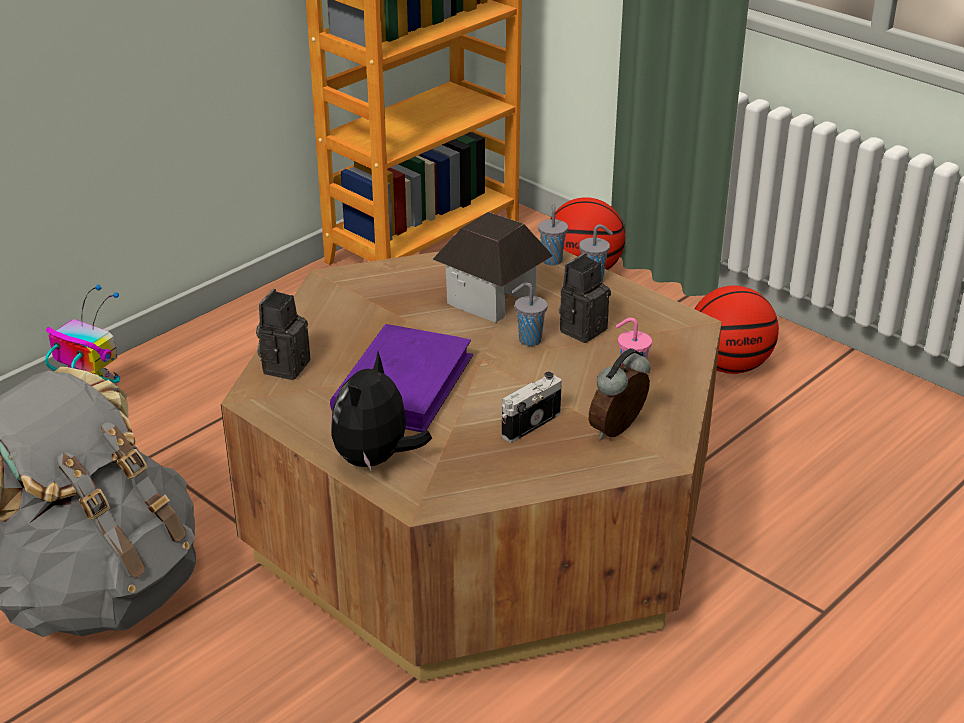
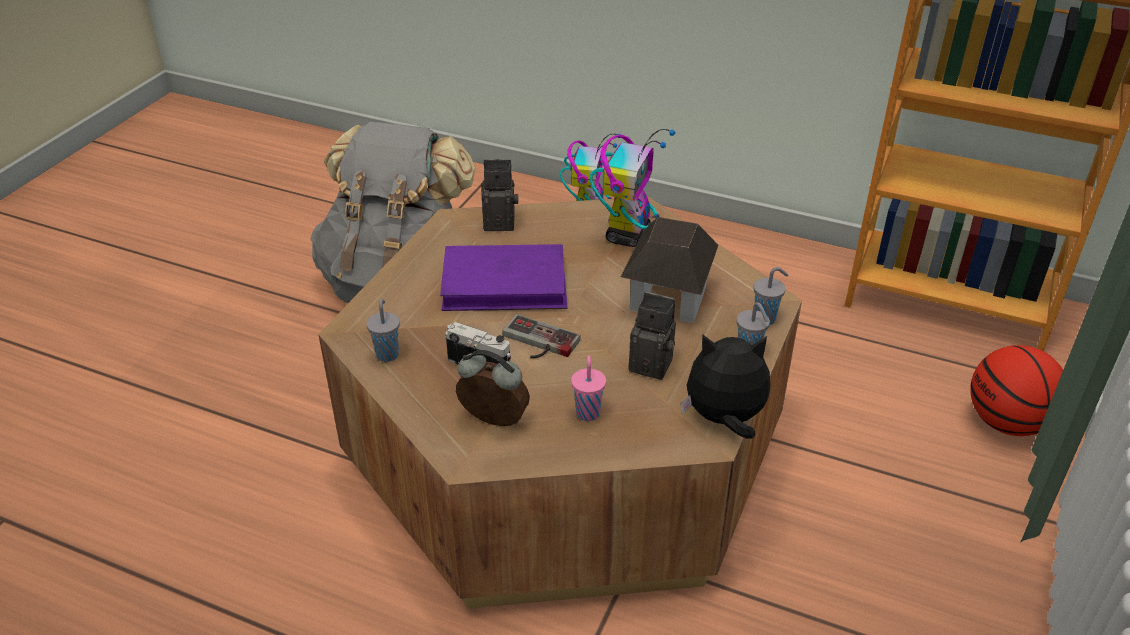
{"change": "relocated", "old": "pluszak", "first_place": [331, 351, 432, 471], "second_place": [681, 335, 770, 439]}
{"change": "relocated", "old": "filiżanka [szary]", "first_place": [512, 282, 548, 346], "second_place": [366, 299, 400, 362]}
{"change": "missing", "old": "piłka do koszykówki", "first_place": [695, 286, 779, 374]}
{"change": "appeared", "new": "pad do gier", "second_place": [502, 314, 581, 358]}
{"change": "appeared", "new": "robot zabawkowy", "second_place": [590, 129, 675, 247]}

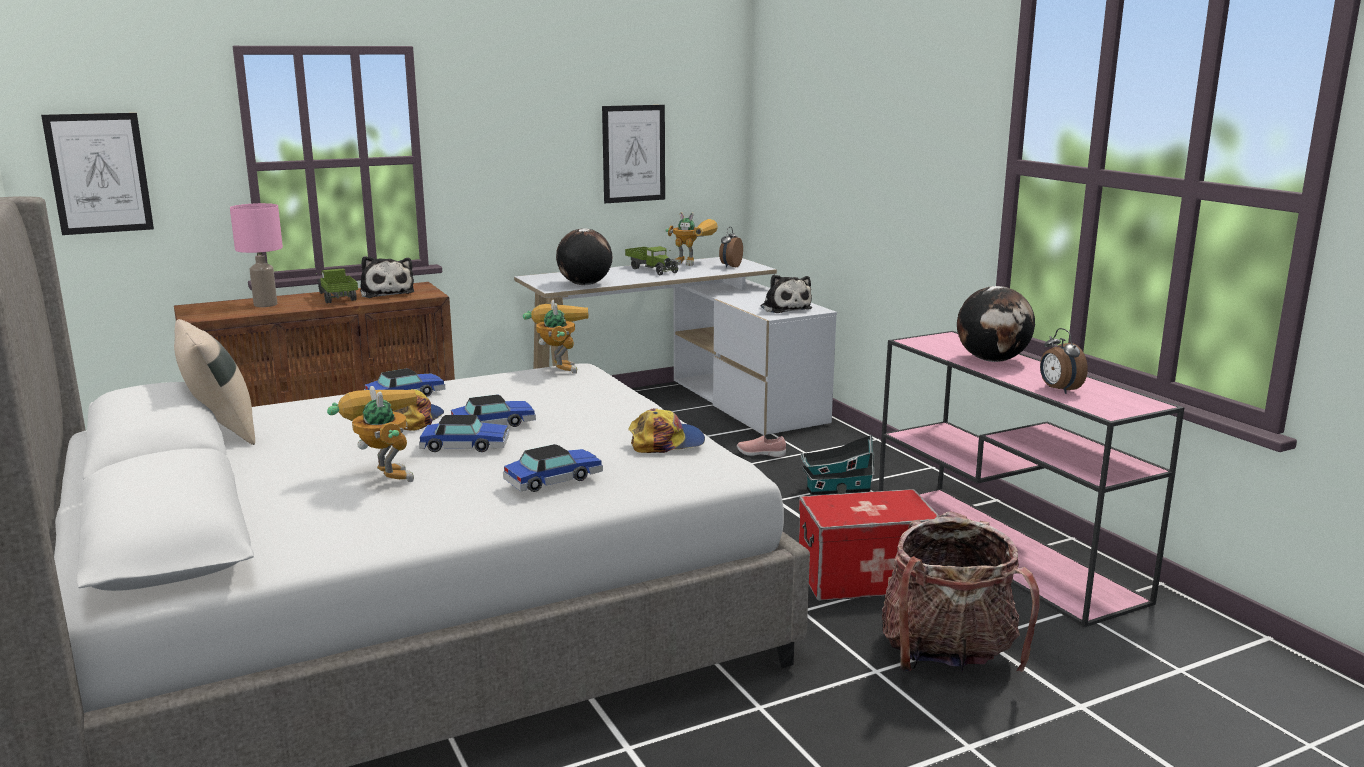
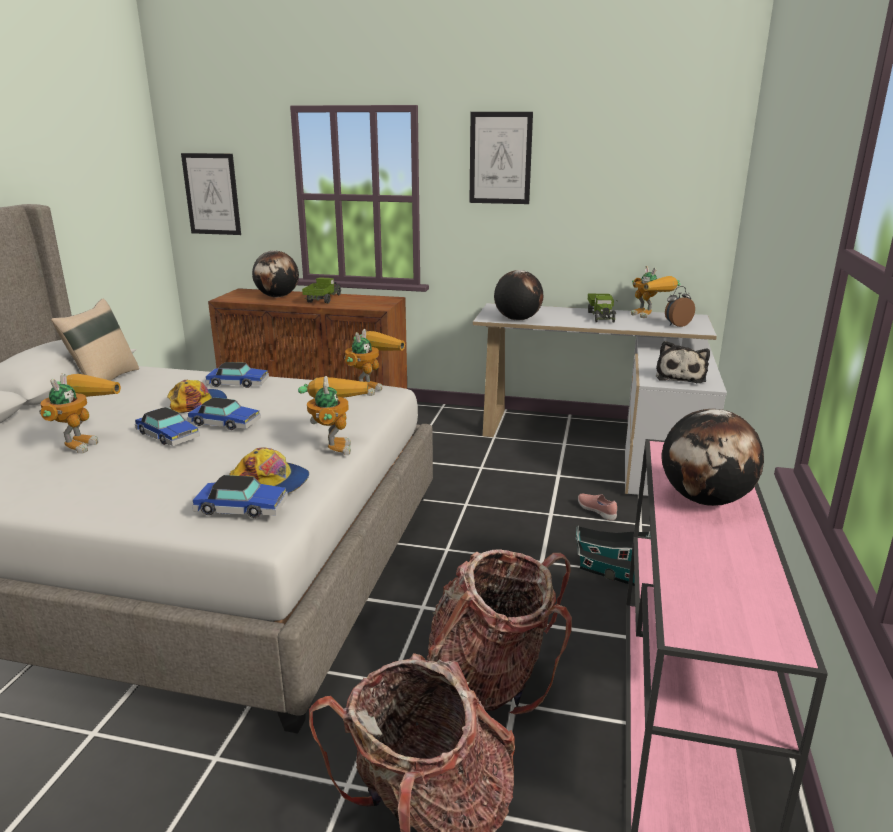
{"change": "exchanged", "old": "lampa stołowa [różowy]", "new": "globus", "first_place": [230, 203, 283, 307], "second_place": [252, 250, 299, 297]}
{"change": "missing", "old": "pluszak", "first_place": [360, 256, 415, 298]}
{"change": "relocated", "old": "samochodzik", "first_place": [503, 444, 603, 492], "second_place": [192, 475, 288, 518]}
{"change": "relocated", "old": "obraz", "first_place": [602, 105, 665, 203], "second_place": [470, 112, 533, 204]}
{"change": "exchanged", "old": "pojemnik do przechowywania", "new": "plecak", "first_place": [799, 489, 938, 601], "second_place": [427, 549, 572, 716]}
{"change": "missing", "old": "budzik", "first_place": [1040, 328, 1088, 394]}
{"change": "appeared", "new": "robot zabawkowy", "second_place": [298, 376, 368, 455]}

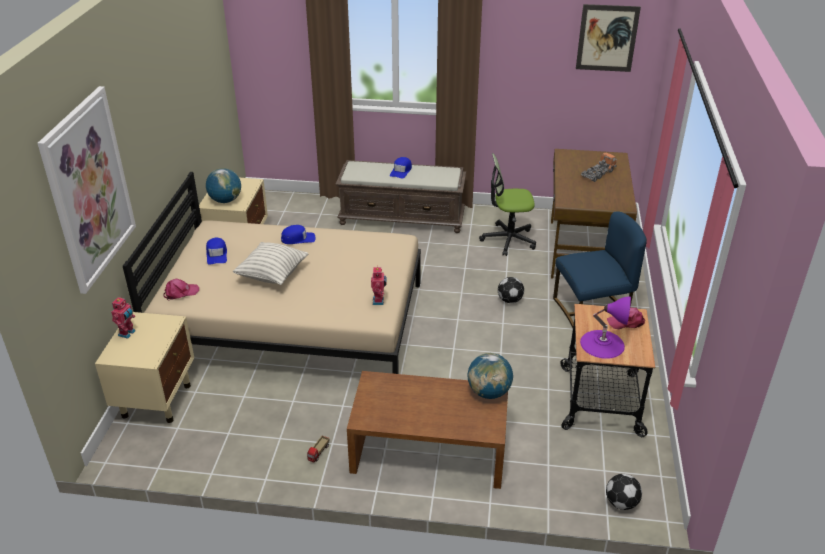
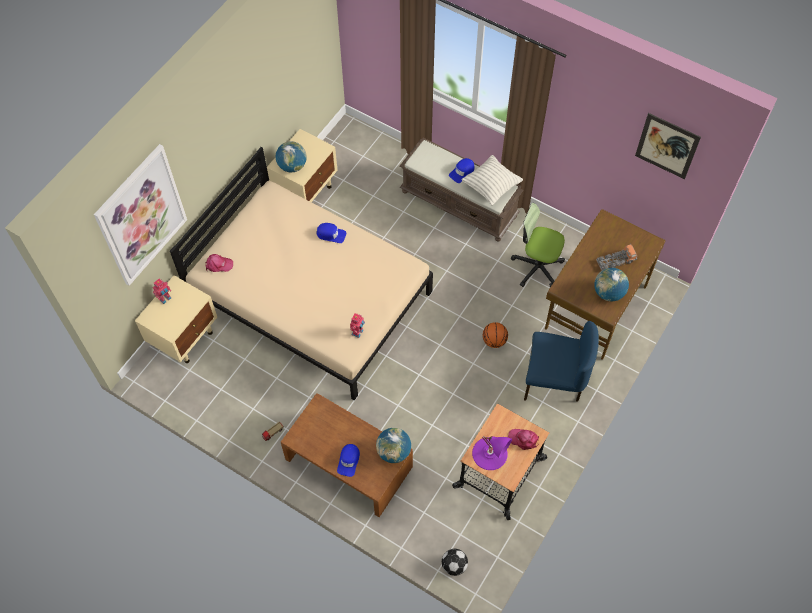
{"change": "relocated", "old": "czapka z daszkiem [niebieski]", "first_place": [206, 238, 227, 265], "second_place": [337, 444, 360, 477]}
{"change": "relocated", "old": "poduszka", "first_place": [233, 242, 308, 285], "second_place": [461, 155, 523, 206]}
{"change": "exchanged", "old": "piłka futbolowa", "new": "piłka do koszykówki", "first_place": [498, 277, 524, 303], "second_place": [483, 322, 508, 348]}
{"change": "appeared", "new": "globus", "second_place": [594, 268, 629, 302]}

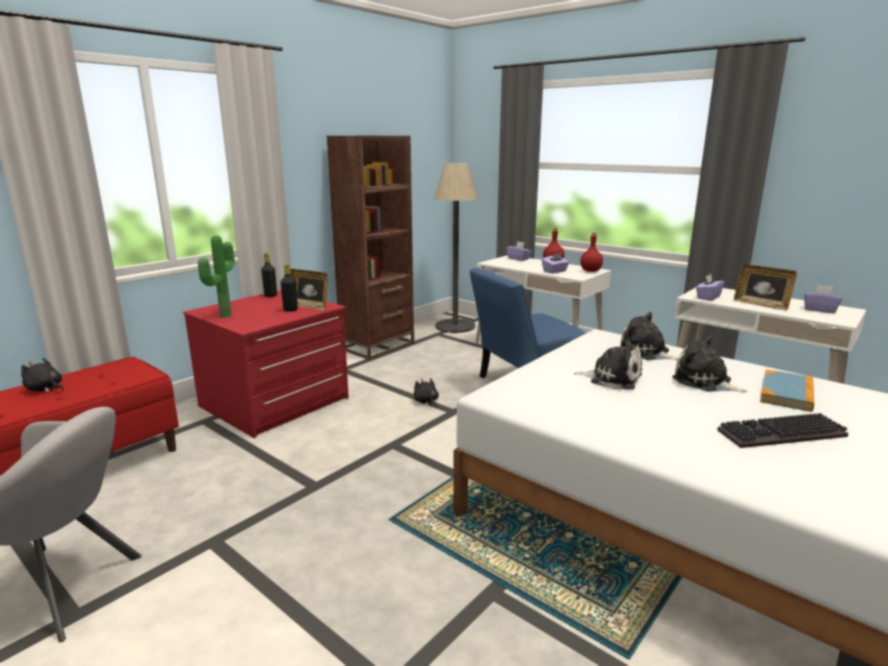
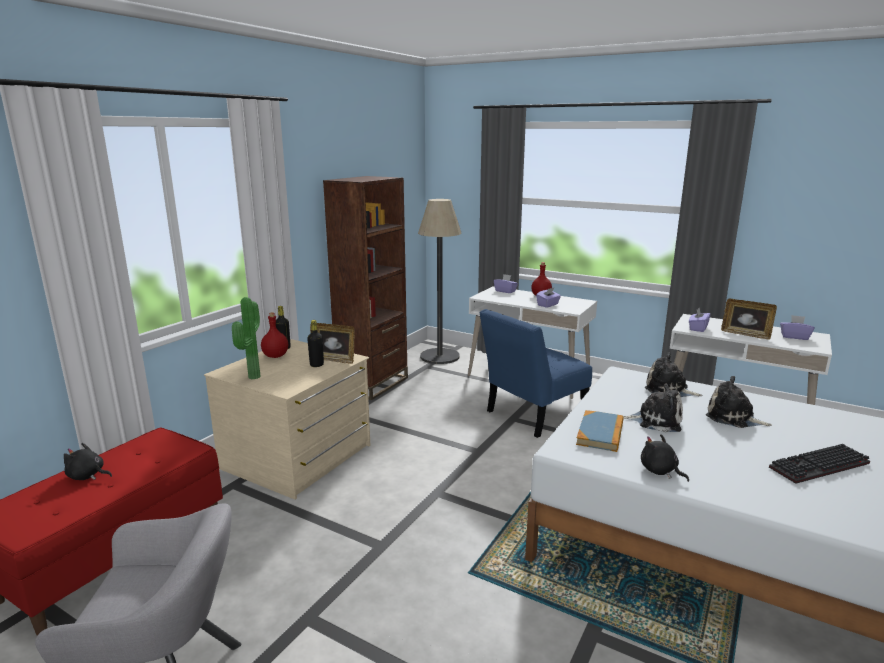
{"change": "colour", "old": "komoda [czerwony]", "new": "komoda [beżowy]", "first_place": [183, 290, 349, 438], "second_place": [204, 339, 371, 500]}
{"change": "relocated", "old": "pluszak [czarny]", "first_place": [414, 378, 439, 408], "second_place": [641, 434, 689, 482]}
{"change": "relocated", "old": "butelka [czerwony]", "first_place": [580, 233, 603, 272], "second_place": [261, 312, 288, 358]}
{"change": "relocated", "old": "książka", "first_place": [760, 370, 814, 412], "second_place": [576, 410, 623, 452]}

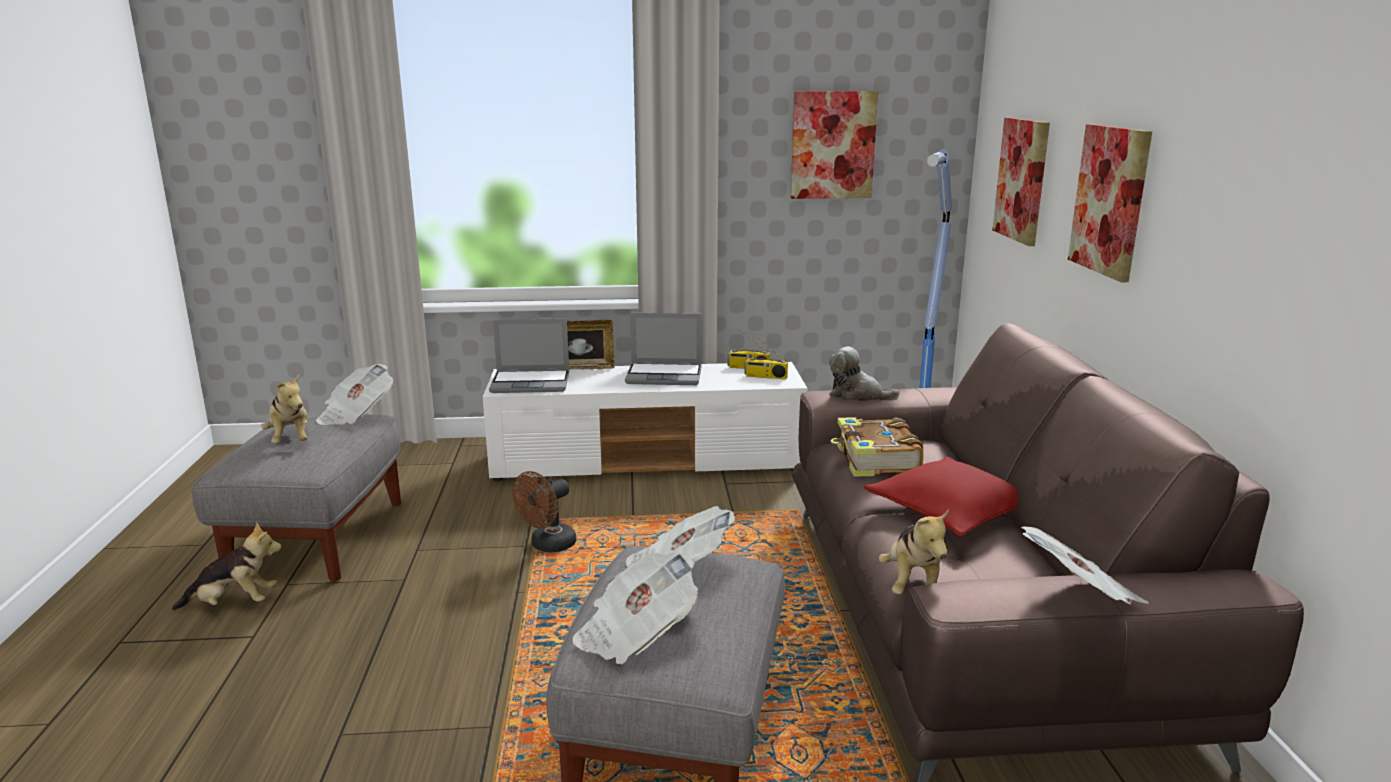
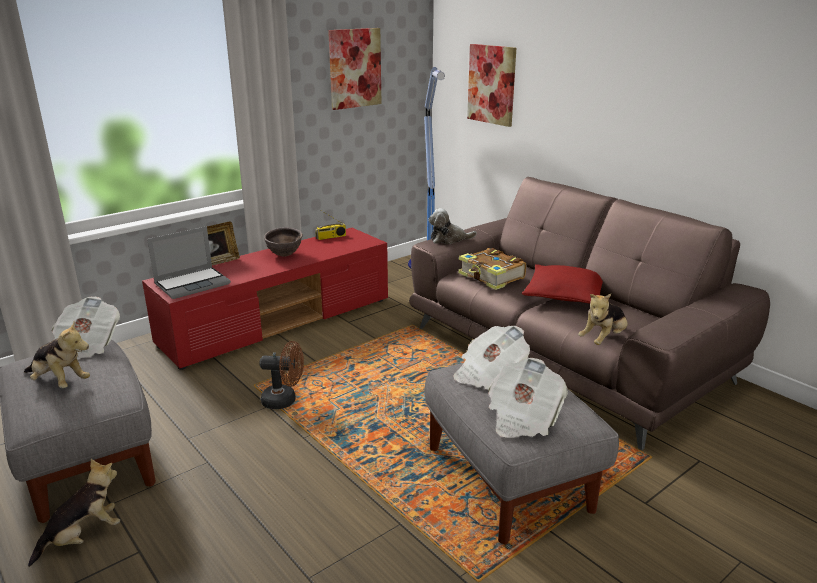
{"change": "colour", "old": "szafka pod telewizor [biały]", "new": "szafka pod telewizor [czerwony]", "first_place": [483, 362, 807, 481], "second_place": [142, 228, 388, 370]}
{"change": "spun", "old": "wentylator [brązowy]", "first_place": [513, 471, 577, 552], "second_place": [260, 341, 304, 409], "degrees": -90}
{"change": "exchanged", "old": "laptop", "new": "miska [brązowy]", "first_place": [625, 313, 702, 385], "second_place": [264, 227, 303, 257]}
{"change": "missing", "old": "radio", "first_place": [744, 336, 788, 380]}
{"change": "spun", "old": "pluszak", "first_place": [879, 509, 949, 594], "second_place": [578, 294, 628, 345], "degrees": 75}
{"change": "missing", "old": "gazeta", "first_place": [1021, 526, 1149, 605]}
{"change": "missing", "old": "obraz", "first_place": [1068, 124, 1152, 282]}

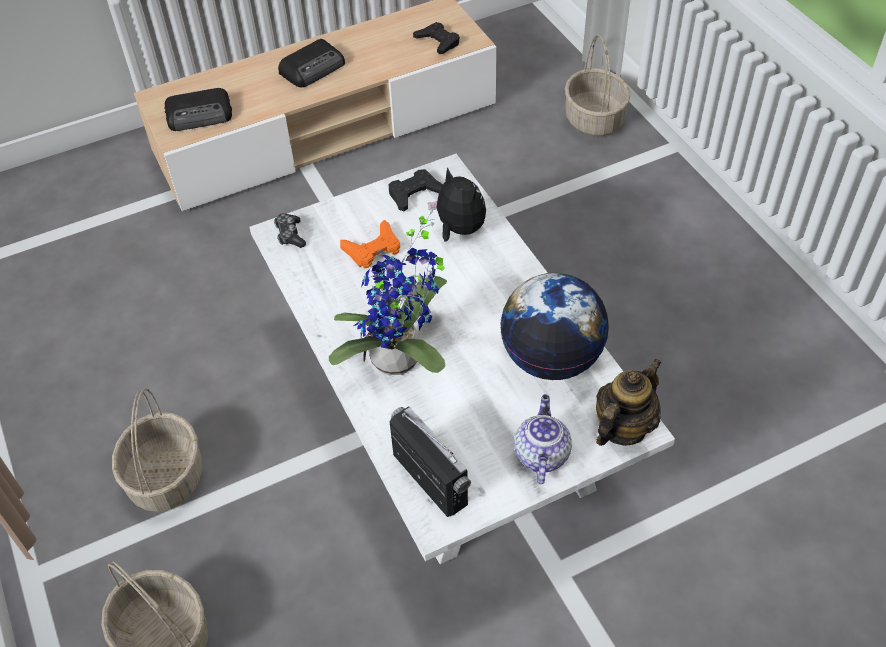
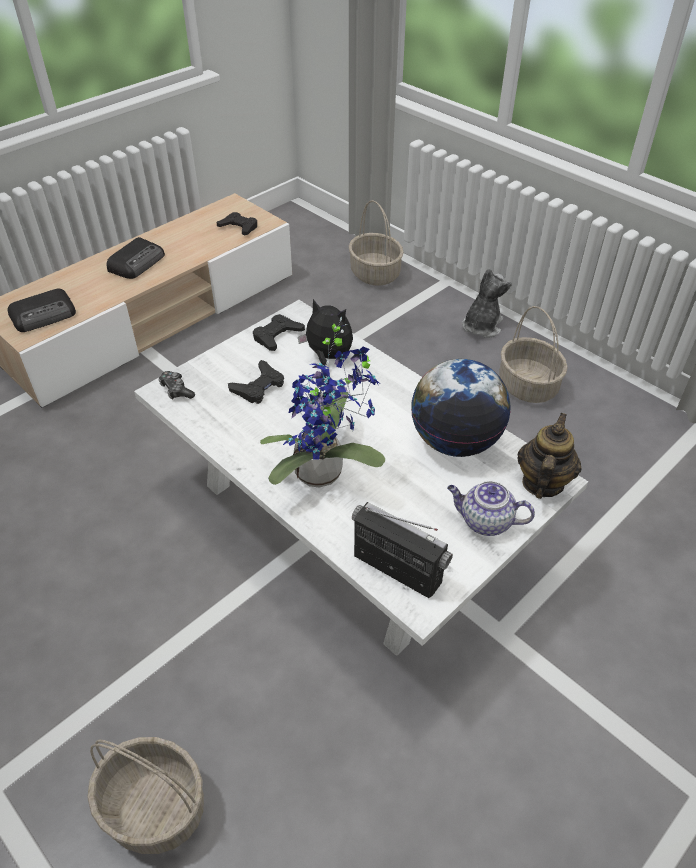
{"change": "relocated", "old": "koszyk", "first_place": [112, 388, 202, 512], "second_place": [499, 306, 568, 403]}
{"change": "colour", "old": "pad do gier [pomarańczowy]", "new": "pad do gier [czarny]", "first_place": [340, 220, 400, 269], "second_place": [228, 360, 284, 404]}
{"change": "spun", "old": "imbryk", "first_place": [514, 394, 572, 484], "second_place": [447, 481, 535, 536], "degrees": -60}
{"change": "appeared", "new": "pluszak", "second_place": [462, 268, 512, 338]}

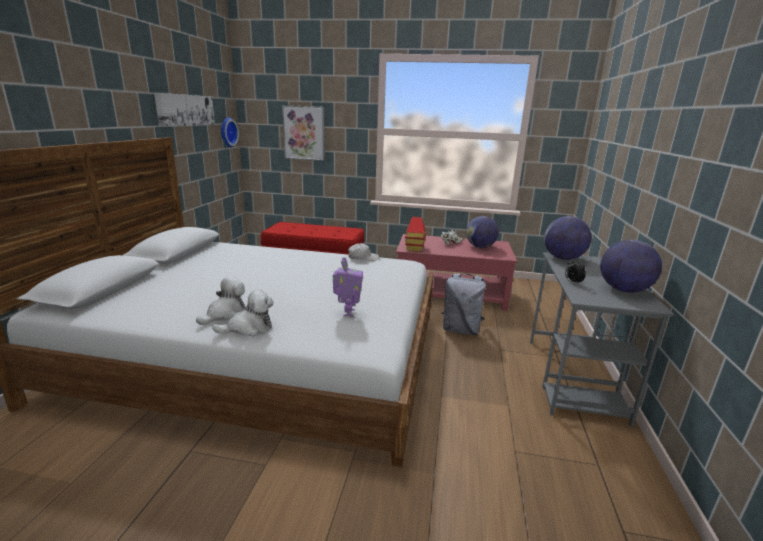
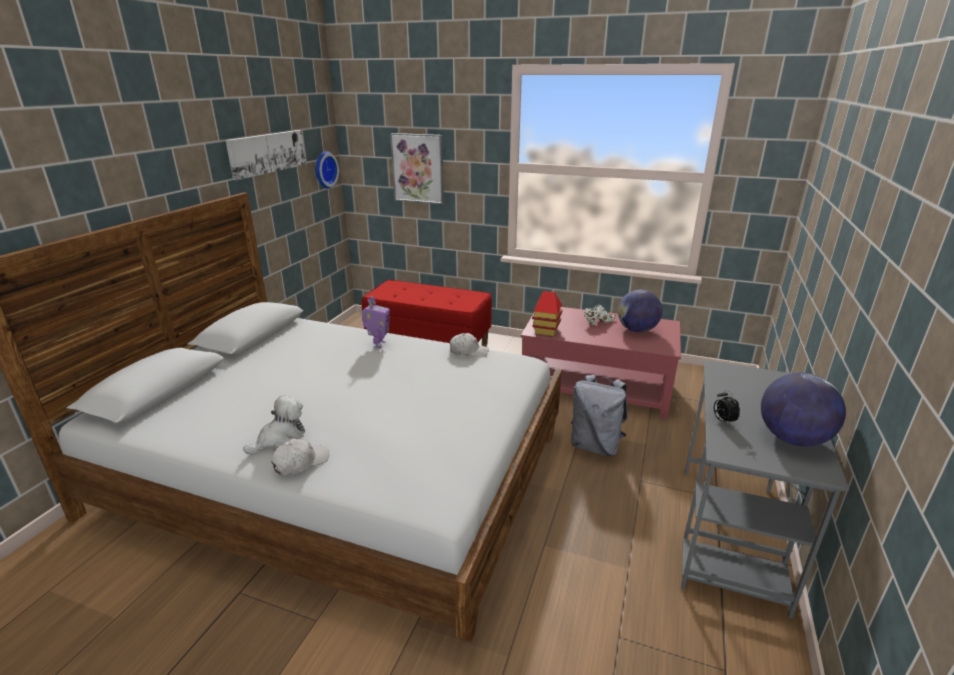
{"change": "exchanged", "old": "pluszak", "new": "czapka z daszkiem [biały]", "first_place": [212, 290, 274, 337], "second_place": [271, 439, 329, 476]}
{"change": "relocated", "old": "robot zabawkowy", "first_place": [333, 257, 363, 317], "second_place": [362, 296, 390, 348]}
{"change": "missing", "old": "globus", "first_place": [544, 216, 592, 260]}

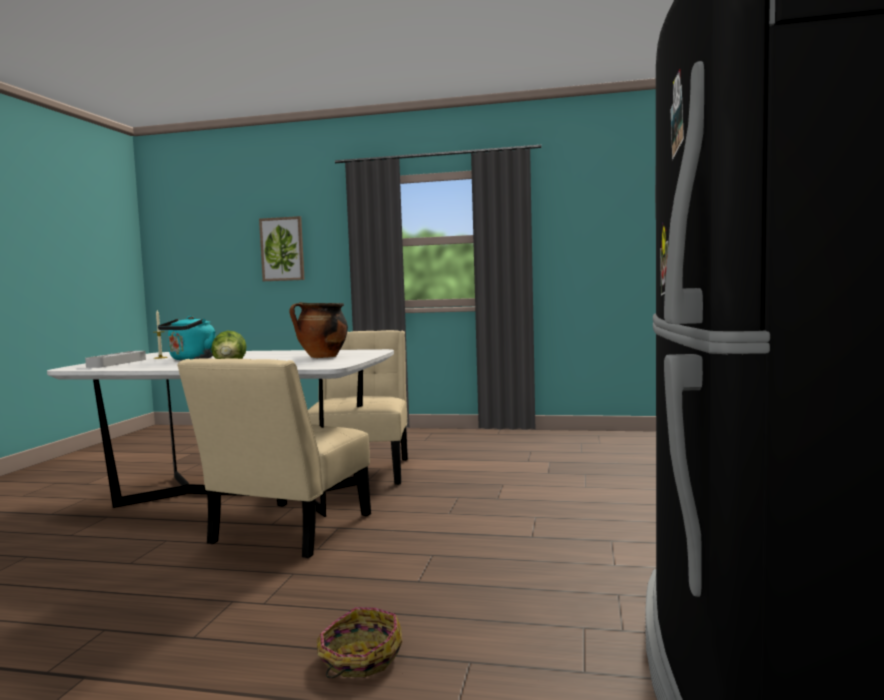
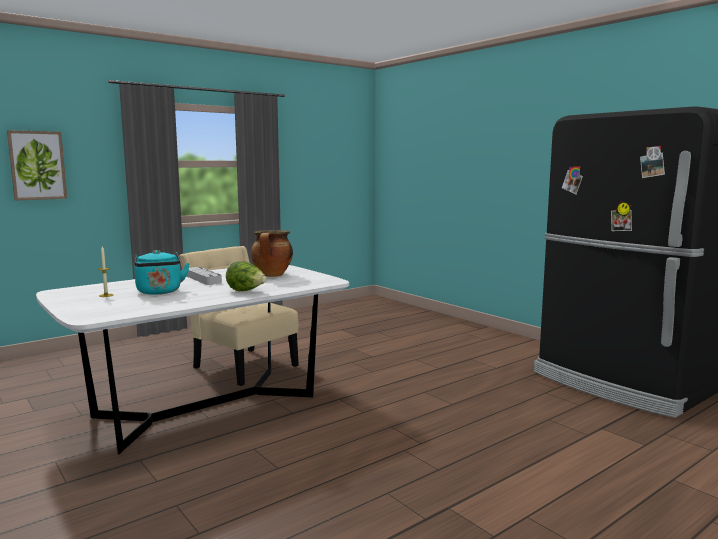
{"change": "relocated", "old": "taca [szary]", "first_place": [85, 351, 146, 368], "second_place": [187, 267, 222, 285]}
{"change": "missing", "old": "krzesło [beżowy]", "first_place": [177, 358, 371, 558]}
{"change": "missing", "old": "koszyk", "first_place": [317, 607, 402, 678]}

